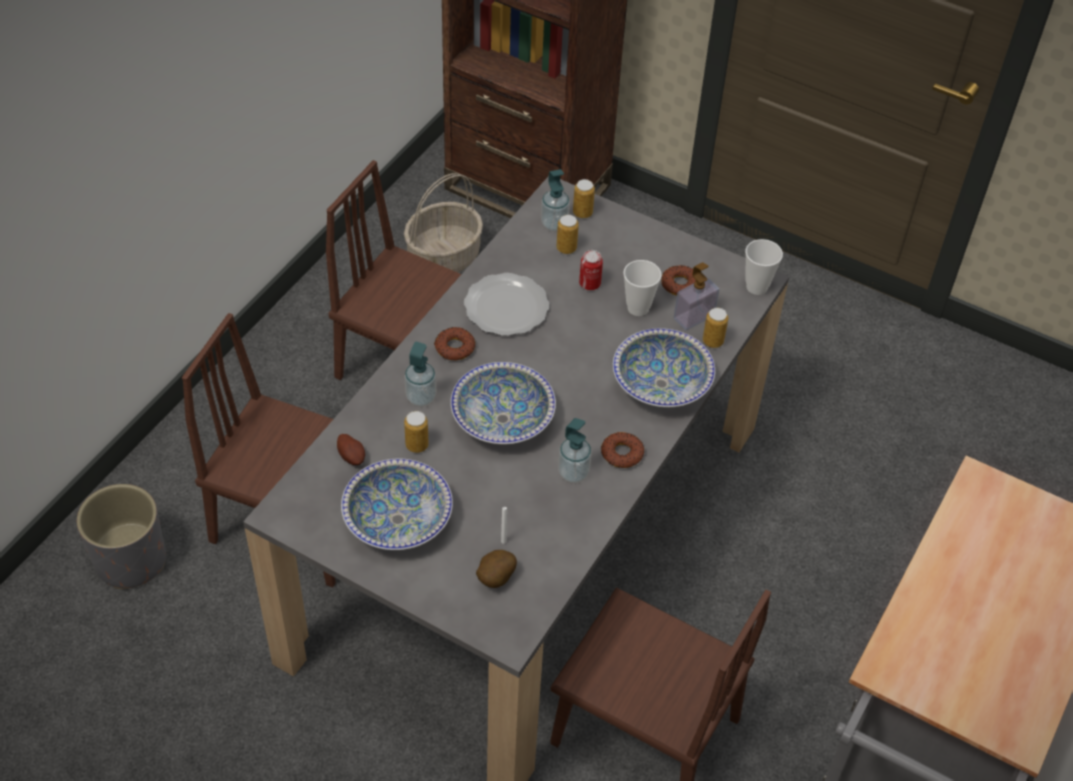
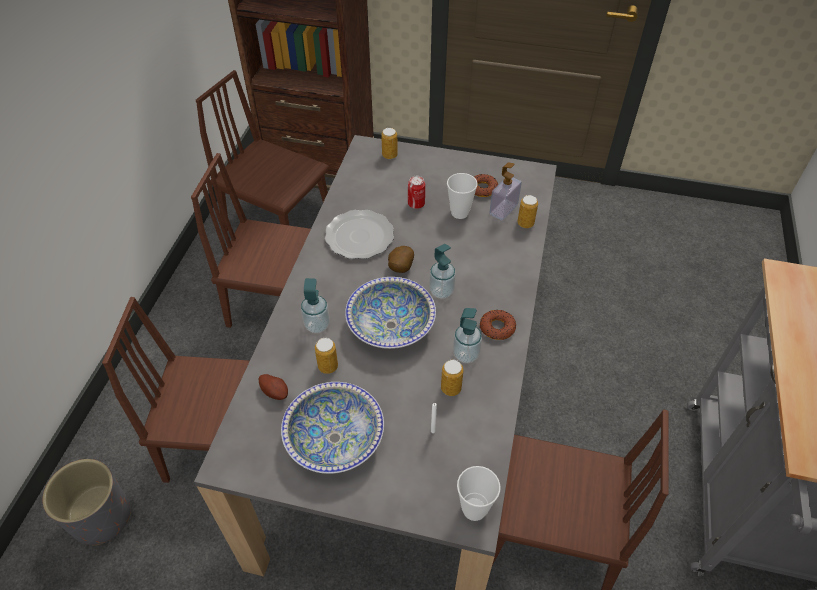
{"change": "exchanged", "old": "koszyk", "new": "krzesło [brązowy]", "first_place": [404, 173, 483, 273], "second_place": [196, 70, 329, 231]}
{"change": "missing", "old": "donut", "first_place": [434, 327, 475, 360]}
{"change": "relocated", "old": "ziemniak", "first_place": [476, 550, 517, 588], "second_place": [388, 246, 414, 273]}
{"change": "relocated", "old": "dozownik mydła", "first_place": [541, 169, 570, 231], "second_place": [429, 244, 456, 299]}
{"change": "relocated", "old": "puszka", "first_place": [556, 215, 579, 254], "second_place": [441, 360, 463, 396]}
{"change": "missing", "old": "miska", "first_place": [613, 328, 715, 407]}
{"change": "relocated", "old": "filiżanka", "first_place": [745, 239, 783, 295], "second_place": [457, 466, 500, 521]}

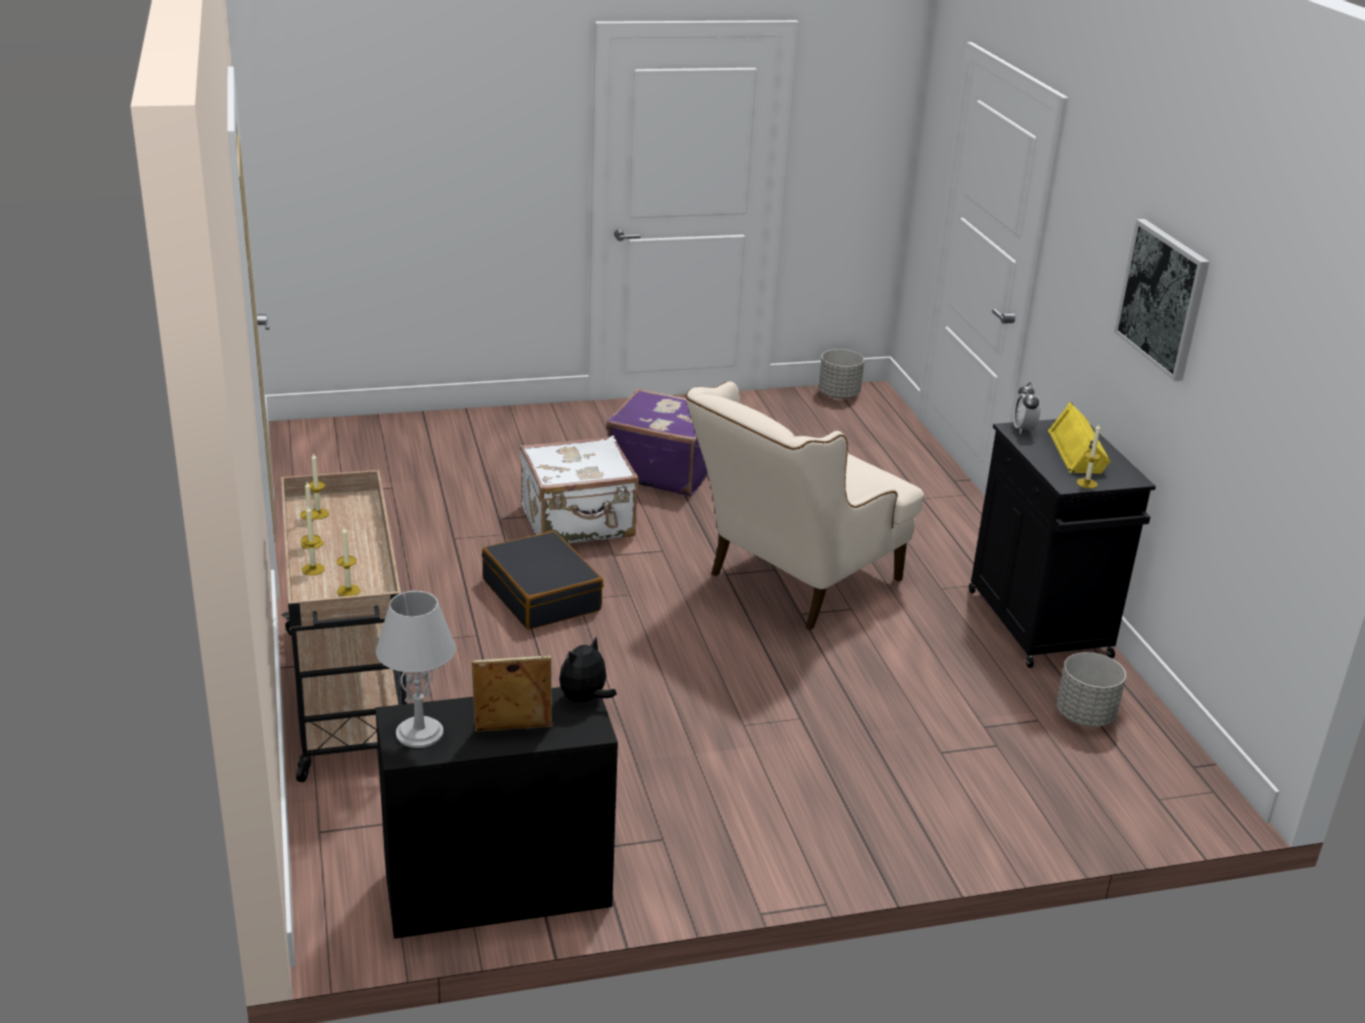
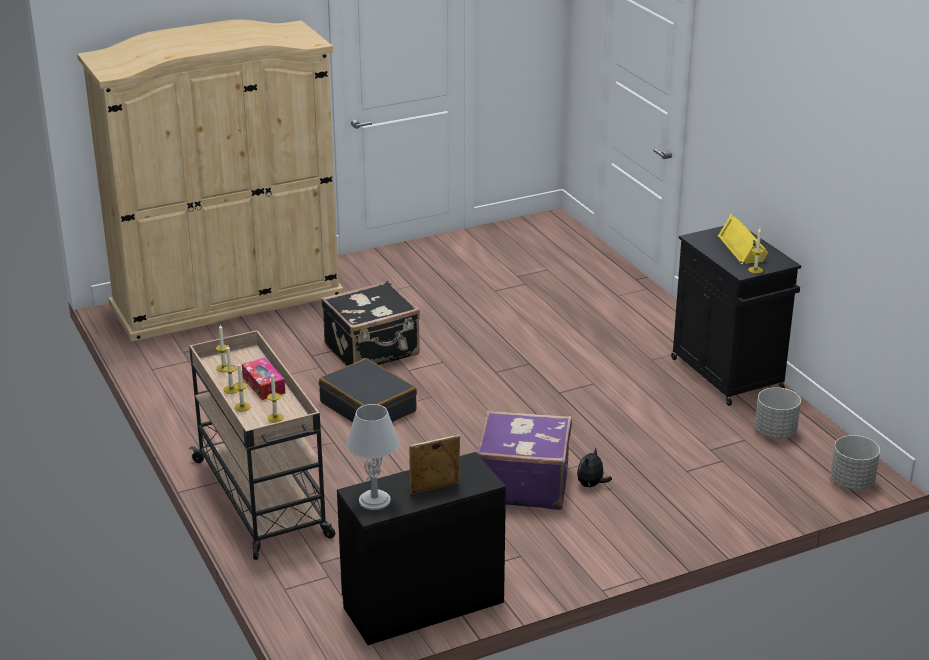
{"change": "colour", "old": "walizka [biały]", "new": "walizka [czarny]", "first_place": [520, 436, 639, 544], "second_place": [321, 280, 420, 366]}
{"change": "relocated", "old": "pluszak", "first_place": [559, 637, 617, 702], "second_place": [577, 447, 612, 488]}
{"change": "relocated", "old": "walizka [fioletowy]", "first_place": [606, 388, 708, 496], "second_place": [477, 410, 572, 510]}
{"change": "missing", "old": "fotel [beżowy]", "first_place": [686, 382, 924, 630]}
{"change": "relocated", "old": "donica [szary]", "first_place": [819, 349, 864, 399], "second_place": [831, 435, 880, 490]}
{"change": "missing", "old": "budzik", "first_place": [1013, 382, 1041, 434]}
{"change": "missing", "old": "obraz", "first_place": [1114, 219, 1210, 381]}
{"change": "appeared", "new": "szafa [beżowy]", "second_place": [77, 20, 343, 342]}
{"change": "appeared", "new": "pudełko chusteczek", "second_place": [242, 358, 285, 400]}

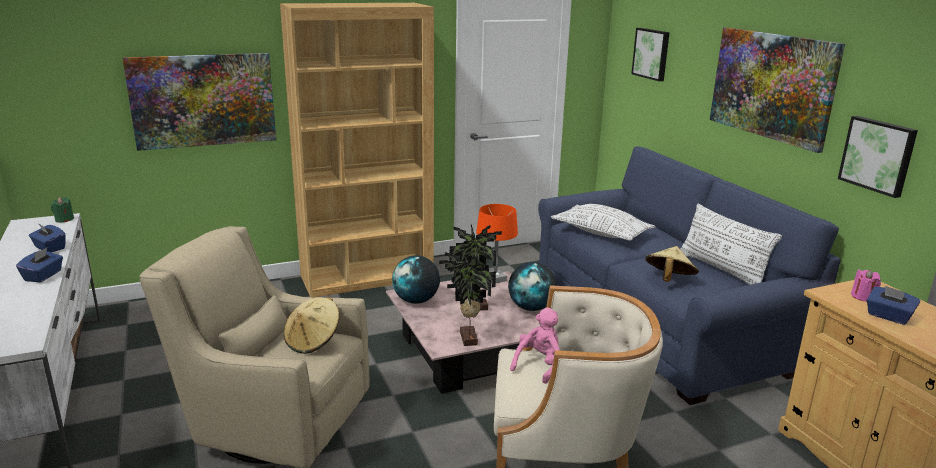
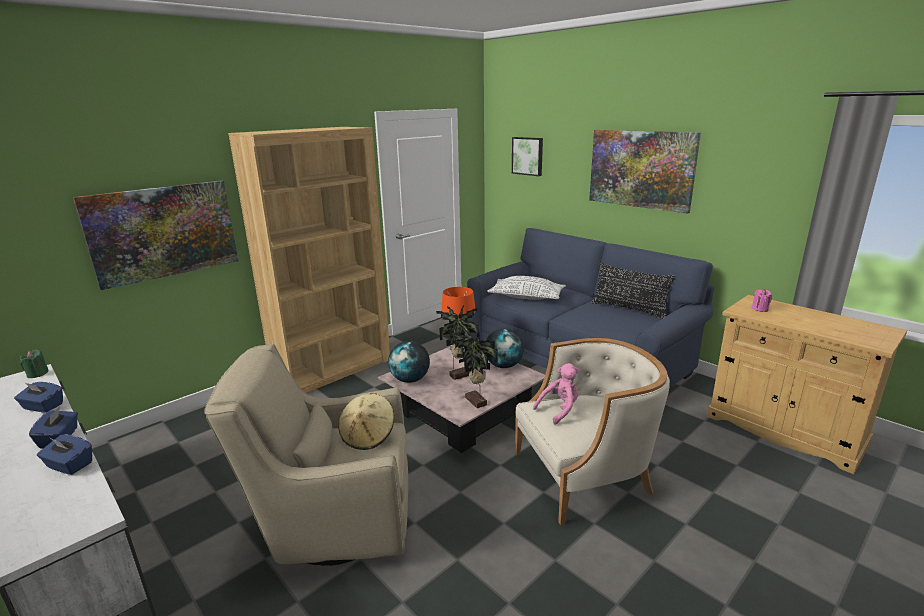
{"change": "spun", "old": "pluszak [różowy]", "first_place": [510, 308, 560, 384], "second_place": [533, 363, 579, 425], "degrees": 45}
{"change": "missing", "old": "kapelusz [beżowy]", "first_place": [645, 246, 699, 282]}
{"change": "colour", "old": "poduszka [biały]", "new": "poduszka [czarny]", "first_place": [680, 204, 782, 285], "second_place": [592, 263, 675, 319]}
{"change": "missing", "old": "obraz", "first_place": [838, 116, 918, 198]}
{"change": "relocated", "old": "pudełko chusteczek [niebieski]", "first_place": [867, 286, 920, 325], "second_place": [37, 434, 92, 475]}

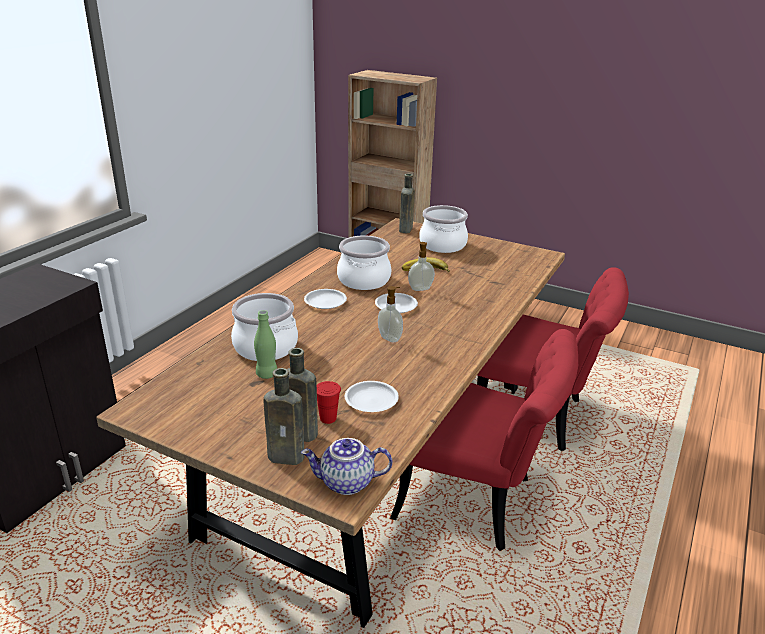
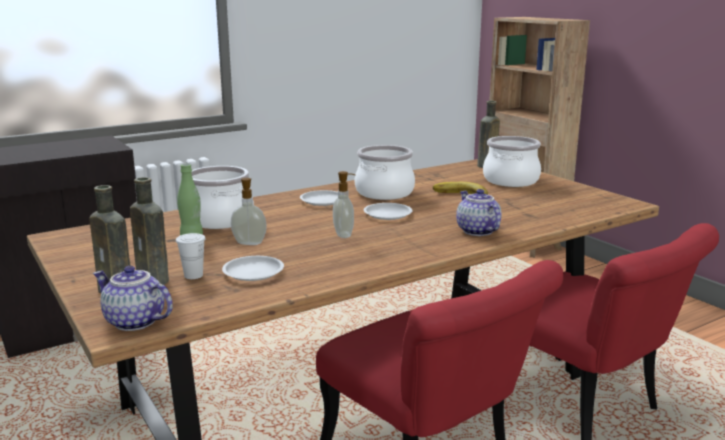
{"change": "colour", "old": "filiżanka [czerwony]", "new": "filiżanka [biały]", "first_place": [317, 381, 341, 424], "second_place": [176, 233, 206, 279]}
{"change": "relocated", "old": "dozownik mydła", "first_place": [408, 242, 435, 291], "second_place": [231, 178, 267, 245]}
{"change": "appeared", "new": "imbryk", "second_place": [456, 189, 502, 236]}

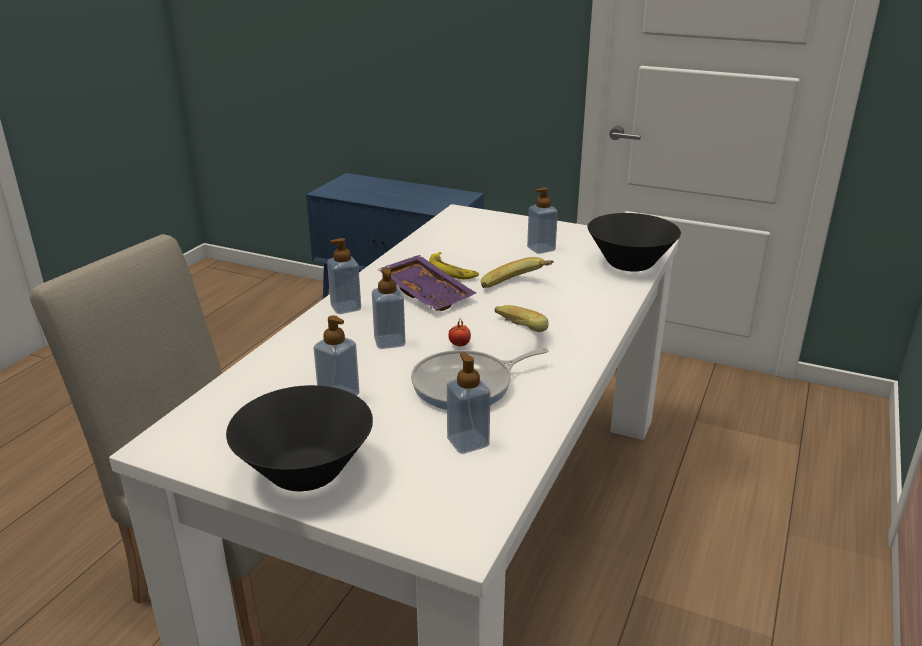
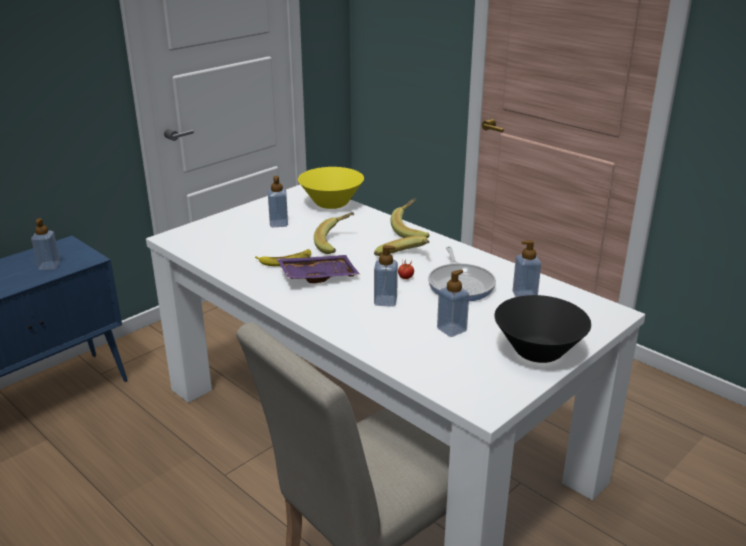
{"change": "relocated", "old": "dozownik mydła", "first_place": [327, 238, 361, 314], "second_place": [31, 218, 60, 270]}
{"change": "colour", "old": "miska [czarny]", "new": "miska [żółty]", "first_place": [587, 213, 681, 272], "second_place": [298, 167, 364, 209]}
{"change": "appeared", "new": "banan", "second_place": [391, 198, 430, 238]}

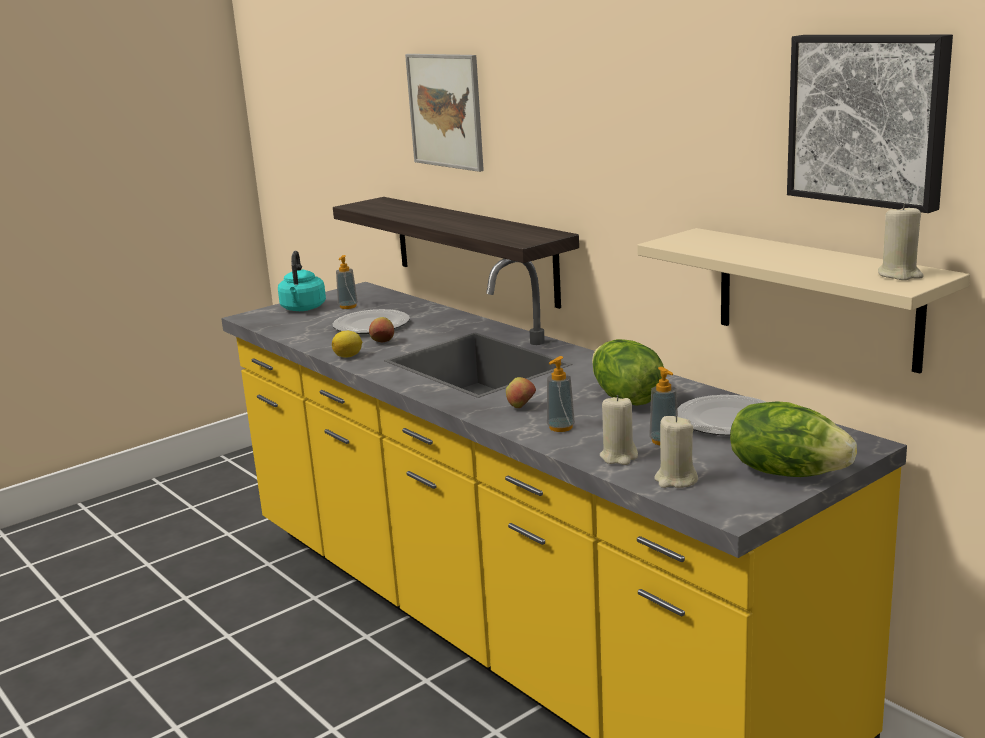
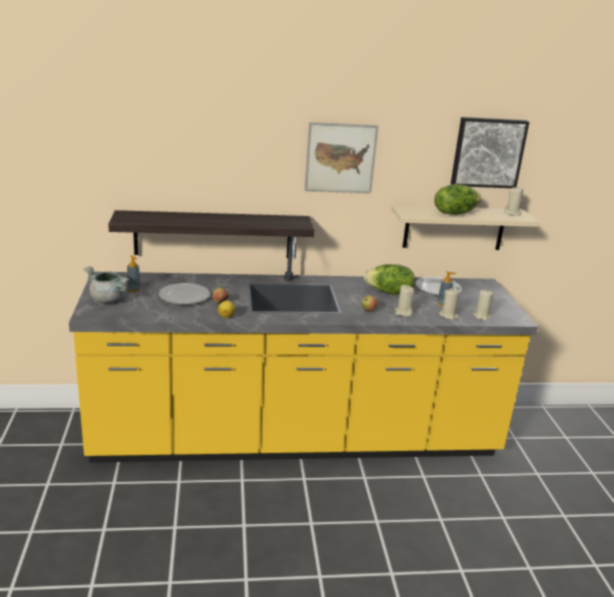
{"change": "exchanged", "old": "czajnik [turkusowy]", "new": "garnek [szary]", "first_place": [278, 251, 326, 311], "second_place": [84, 266, 130, 303]}
{"change": "relocated", "old": "obraz", "first_place": [405, 54, 484, 172], "second_place": [305, 122, 378, 193]}
{"change": "exchanged", "old": "dozownik mydła", "new": "świeca [beżowy]", "first_place": [547, 356, 575, 432], "second_place": [395, 285, 414, 317]}
{"change": "relocated", "old": "sałata", "first_place": [730, 401, 857, 477], "second_place": [434, 184, 481, 215]}

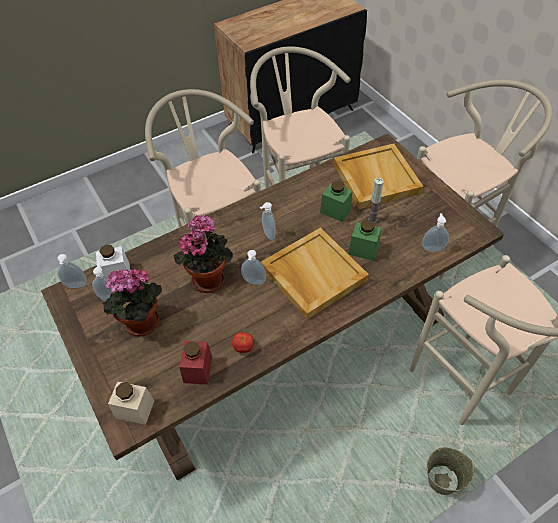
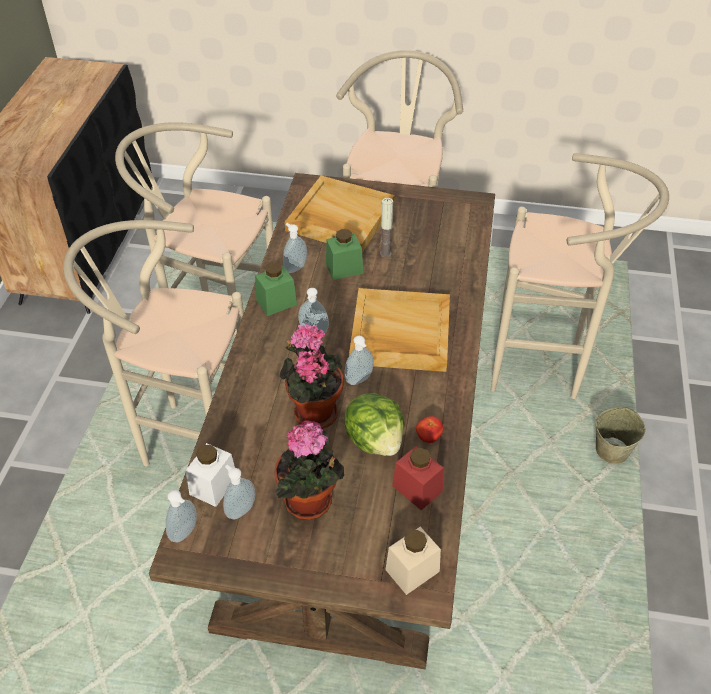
{"change": "relocated", "old": "słoik [zielony]", "first_place": [348, 220, 381, 261], "second_place": [255, 262, 297, 316]}
{"change": "relocated", "old": "dozownik mydła", "first_place": [422, 213, 449, 252], "second_place": [283, 223, 307, 273]}
{"change": "appeared", "new": "sałata", "second_place": [344, 393, 404, 456]}

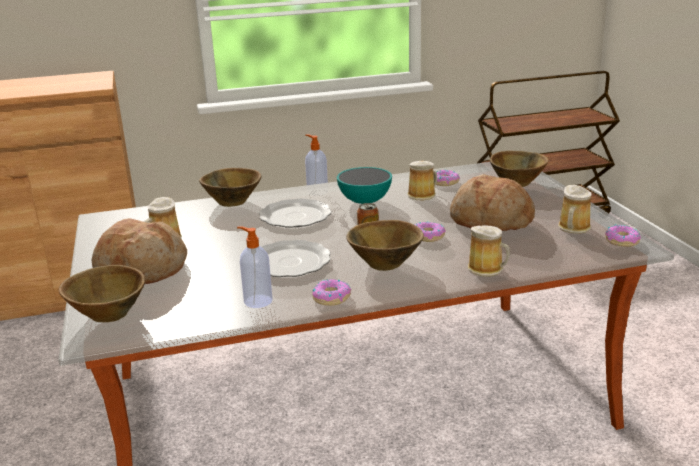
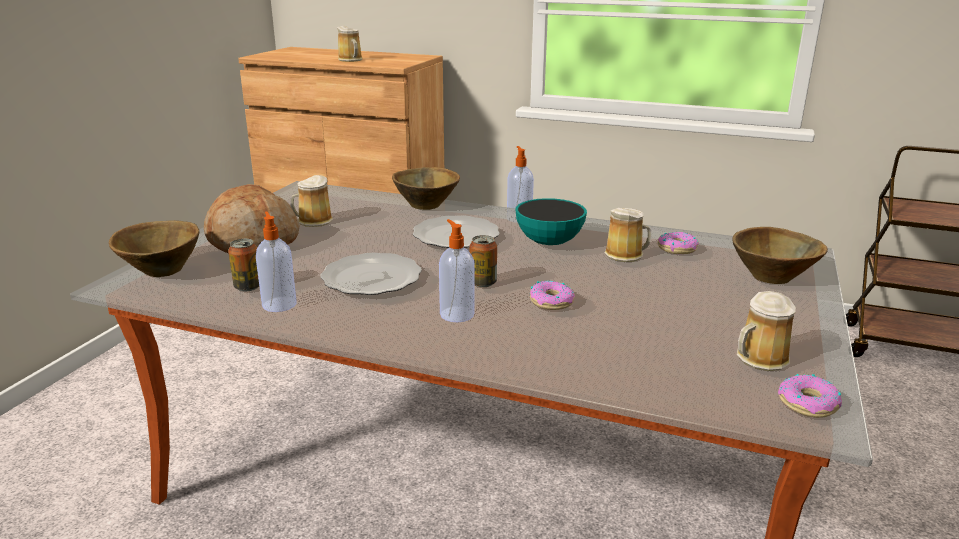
{"change": "missing", "old": "donut", "first_place": [312, 279, 351, 306]}
{"change": "exchanged", "old": "miska [brązowy]", "new": "dozownik mydła", "first_place": [346, 220, 424, 271], "second_place": [439, 219, 475, 322]}
{"change": "missing", "old": "chleb", "first_place": [450, 174, 535, 231]}
{"change": "relocated", "old": "kubek", "first_place": [468, 226, 510, 276], "second_place": [337, 26, 363, 62]}
{"change": "appeared", "new": "puszka", "second_place": [228, 239, 259, 291]}

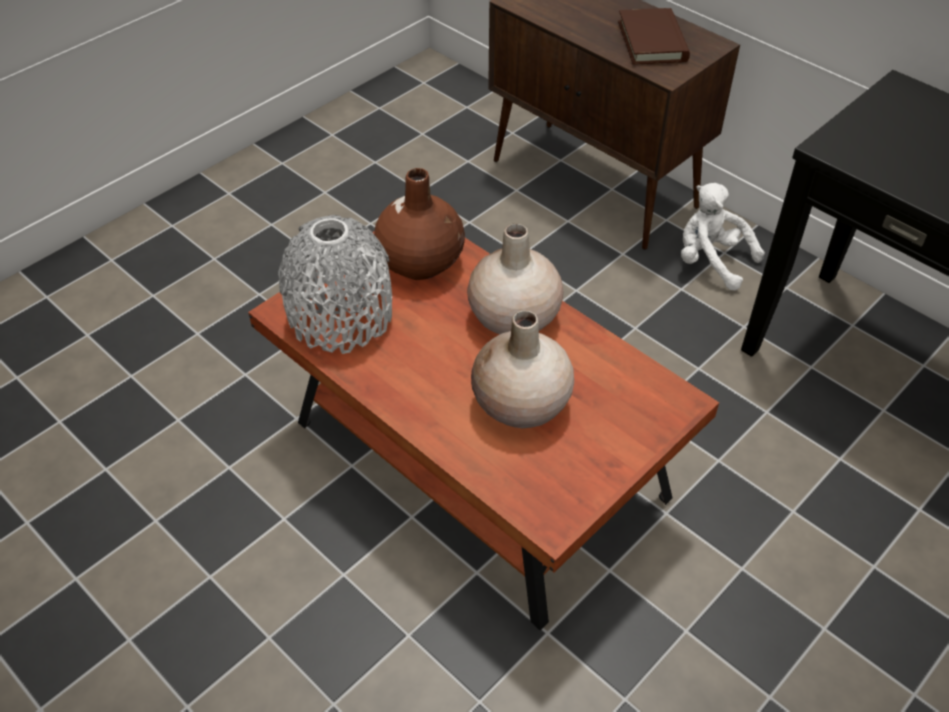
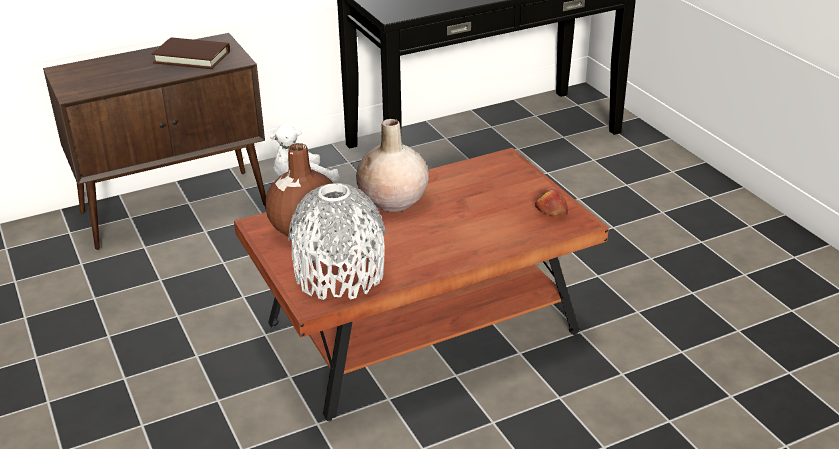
{"change": "missing", "old": "wazon [beżowy]", "first_place": [471, 310, 574, 428]}
{"change": "appeared", "new": "jabłko", "second_place": [535, 189, 568, 216]}

